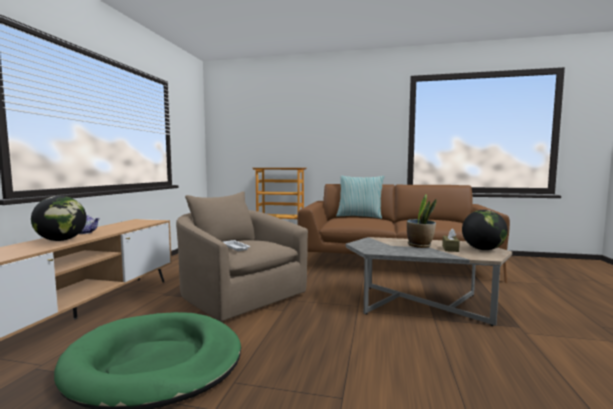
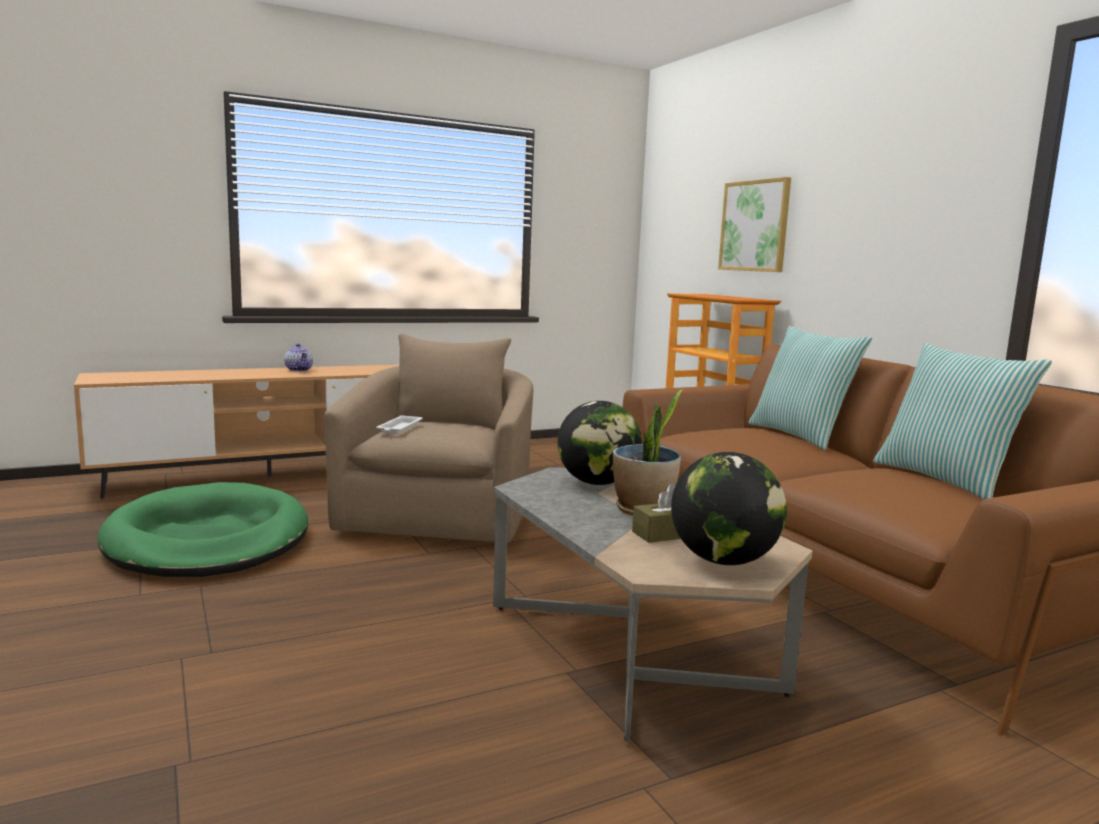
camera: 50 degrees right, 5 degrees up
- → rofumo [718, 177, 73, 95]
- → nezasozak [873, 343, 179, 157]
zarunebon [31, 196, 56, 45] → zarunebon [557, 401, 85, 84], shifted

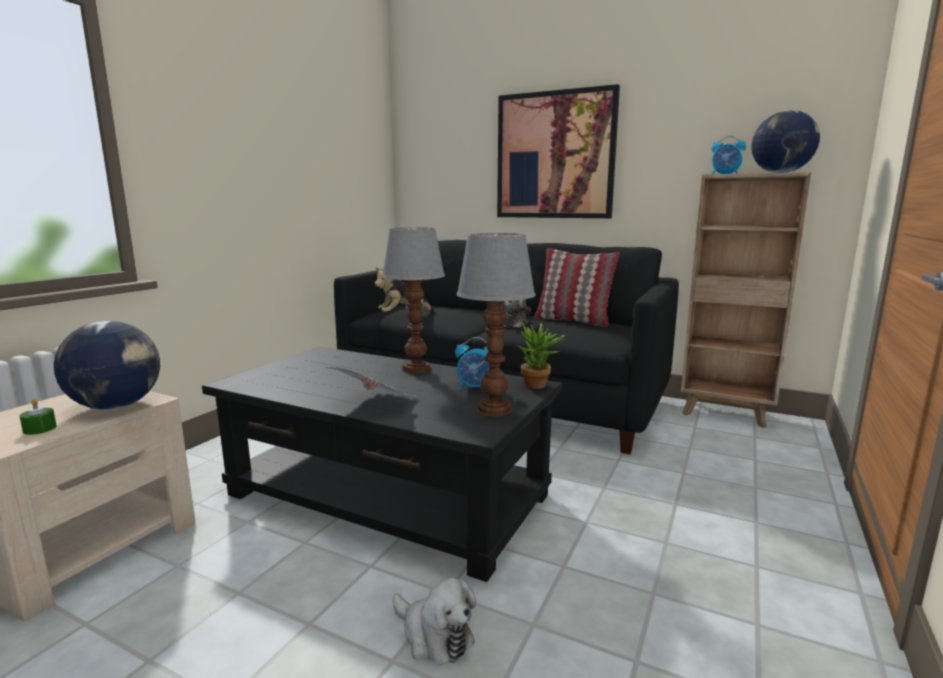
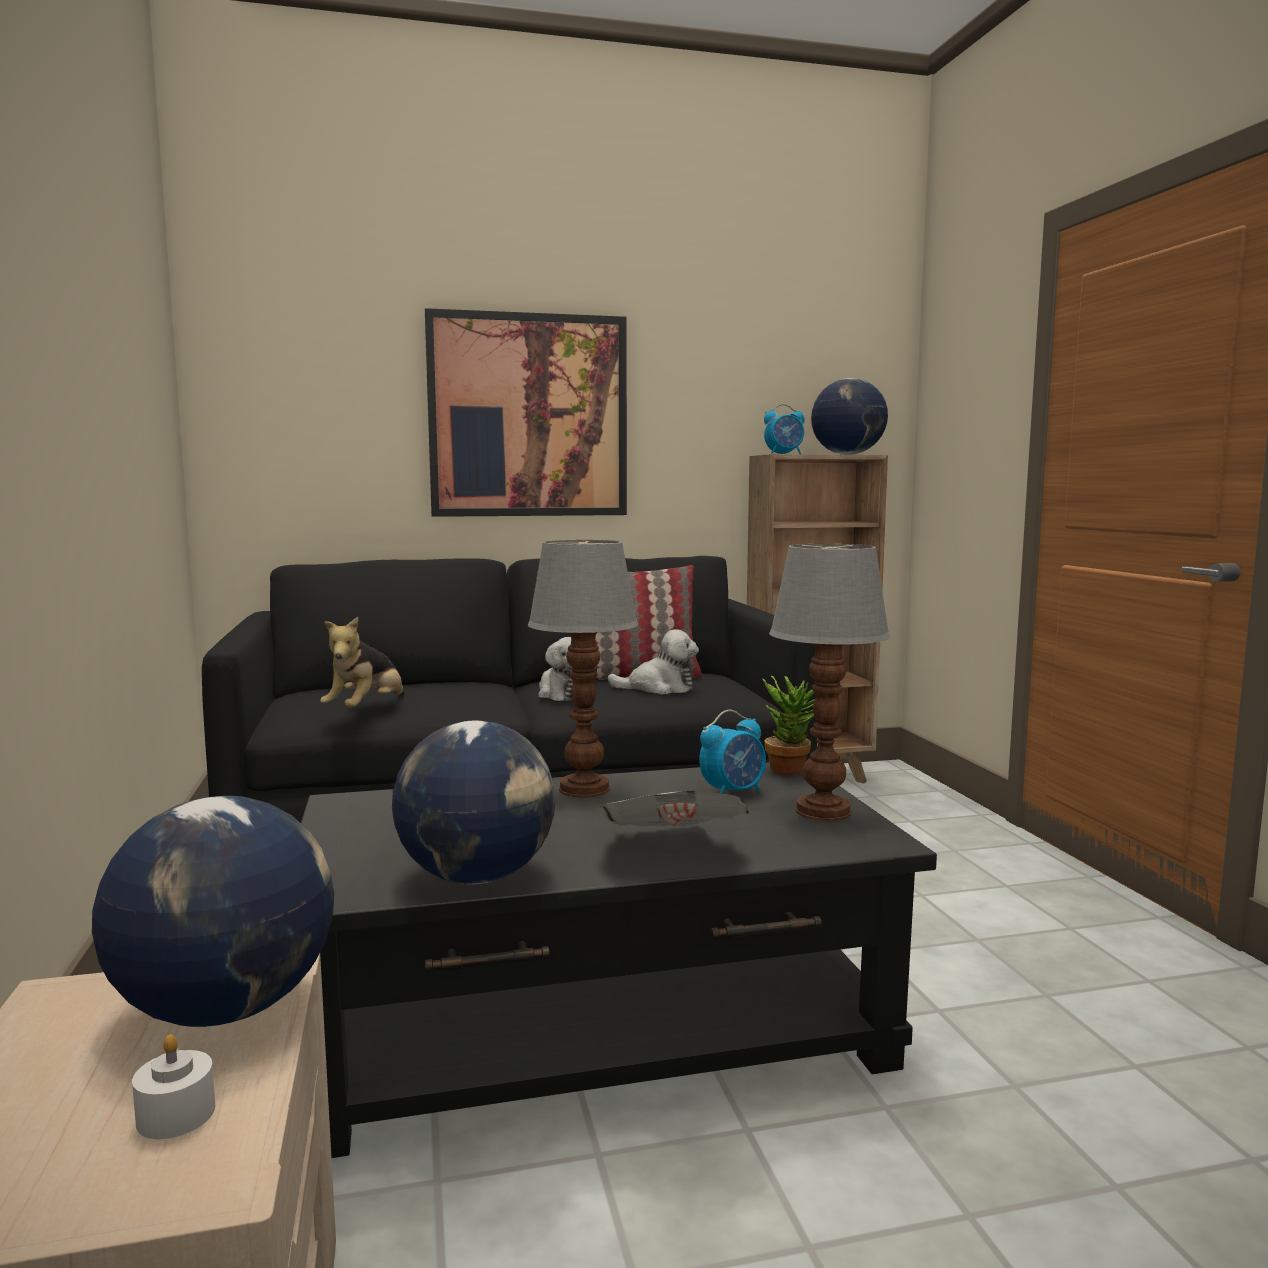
camera: 40 degrees left, 5 degrees down
- → zarunebon [392, 721, 164, 163]
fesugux [393, 577, 83, 87] → fesugux [607, 629, 92, 66], shifted
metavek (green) [19, 399, 38, 36] → metavek (white) [132, 1034, 83, 105]

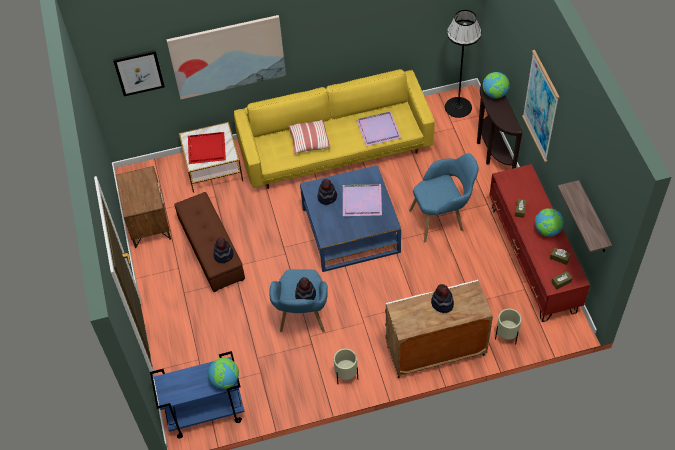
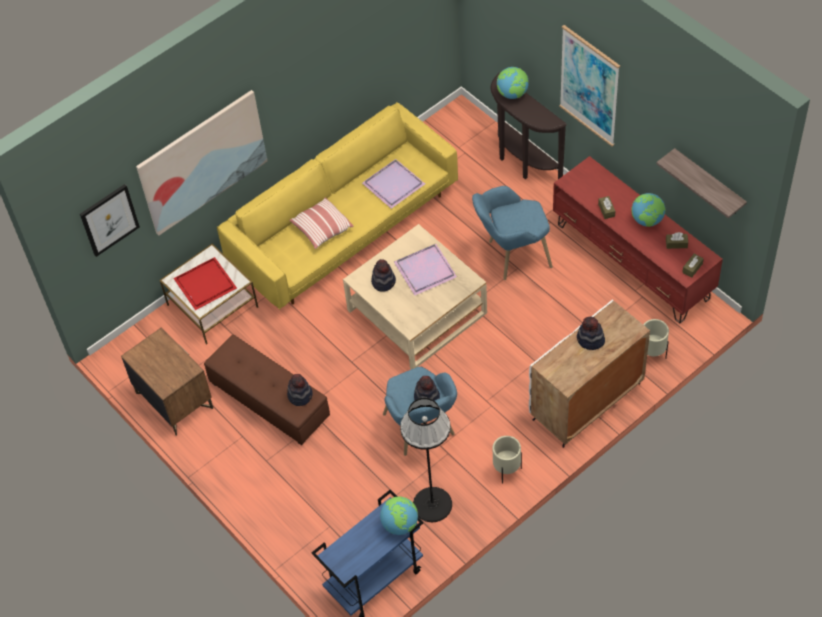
camera: 25 degrees left, 0 degrees up
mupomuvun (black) [445, 10, 37, 108] → mupomuvun (black) [400, 398, 52, 124], shifted
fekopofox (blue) [300, 165, 101, 107] → fekopofox (beige) [343, 224, 144, 145]
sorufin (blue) [409, 154, 70, 88] → sorufin (blue) [472, 186, 81, 94], 150 degrees counterclockwise

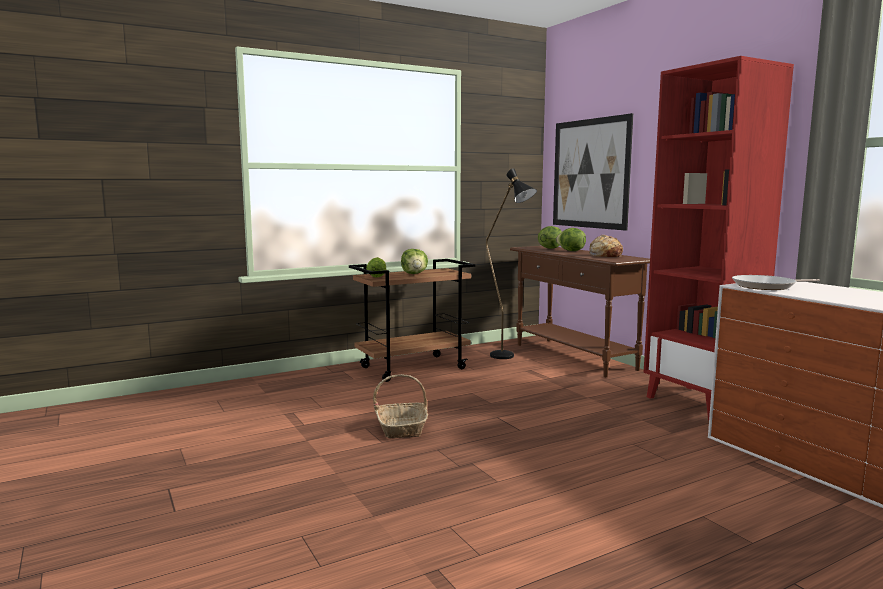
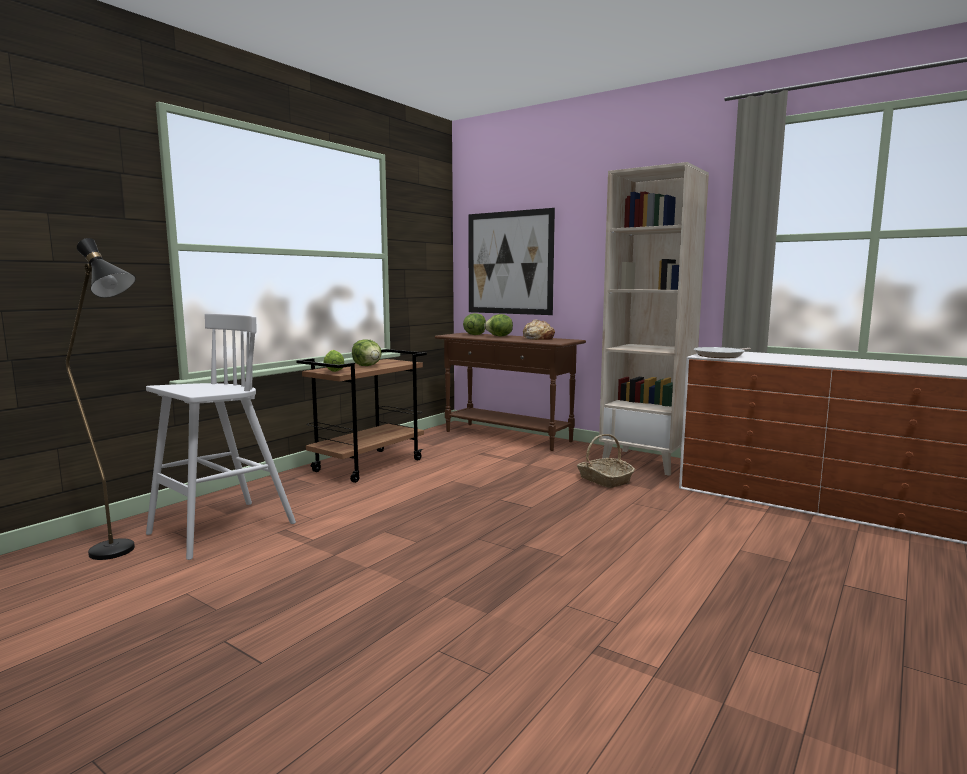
camera: 25 degrees left, 0 degrees up
- → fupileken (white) [146, 313, 150, 247]
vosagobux [373, 374, 55, 64] → vosagobux [577, 434, 58, 54], shifted
mupomuvun (black) [486, 168, 51, 191] → mupomuvun (black) [66, 238, 70, 322], shifted
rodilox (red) [644, 56, 150, 364] → rodilox (beige) [599, 162, 110, 314]

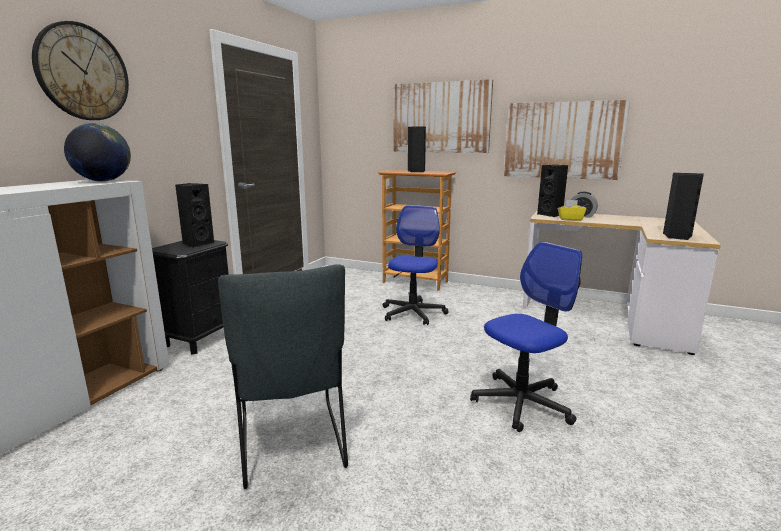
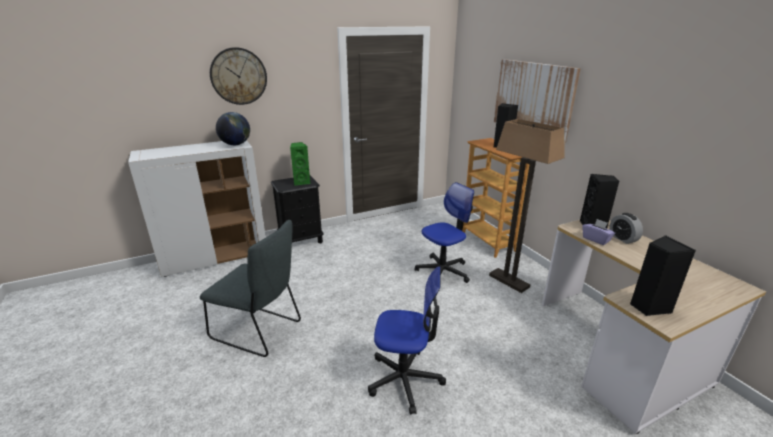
camera: 40 degrees right, 10 degrees up
rofumo [504, 100, 126, 80] → -
- → mupomuvun [489, 119, 76, 174]
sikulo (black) [175, 183, 39, 65] → sikulo (green) [290, 142, 21, 44]
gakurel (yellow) [558, 200, 28, 21] → gakurel (purple) [583, 219, 32, 26]
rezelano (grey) [218, 264, 130, 225] → rezelano (grey) [200, 220, 101, 137], 90 degrees counterclockwise

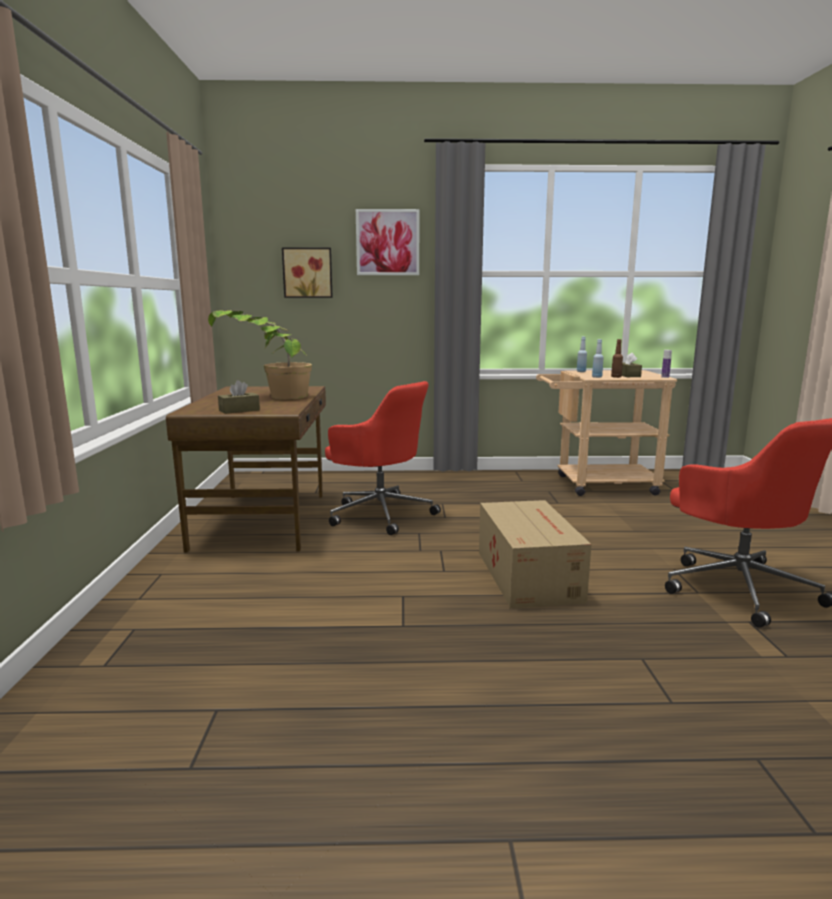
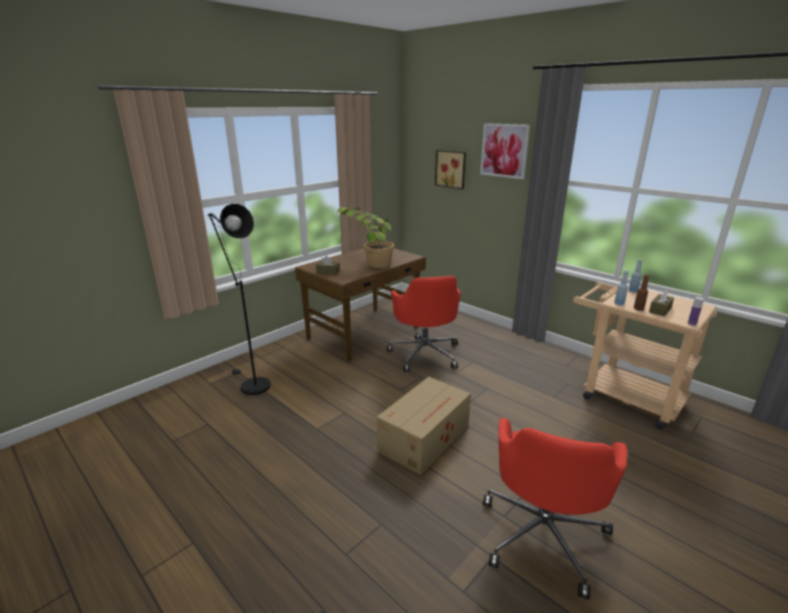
camera: 45 degrees right, 10 degrees up
- → mupomuvun (black) [208, 204, 63, 191]

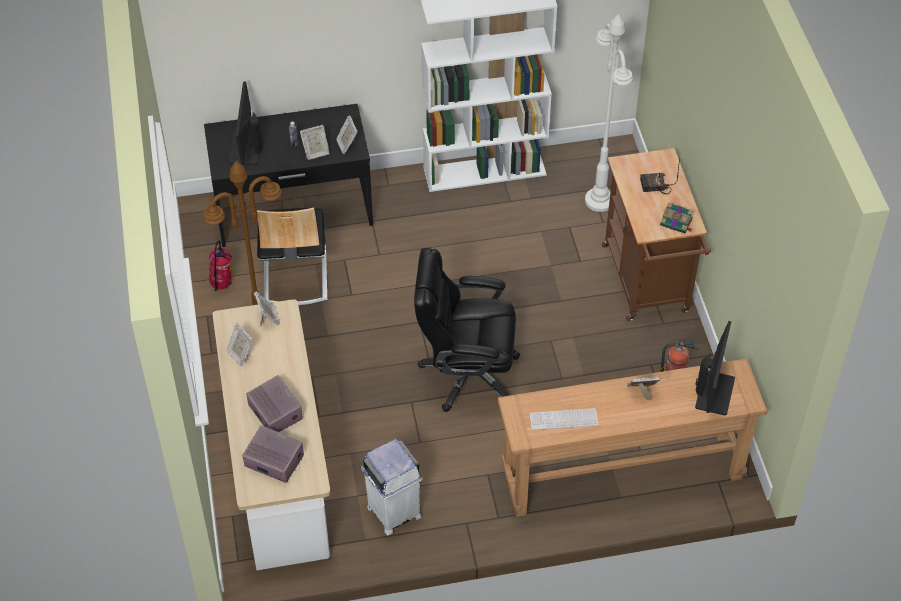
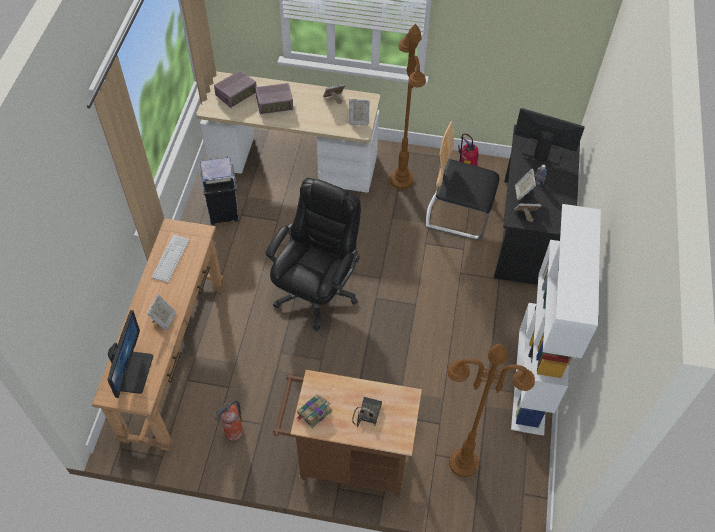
camera: 110 degrees right, 5 degrees up
mupomuvun (white) [585, 14, 48, 198] → mupomuvun (brown) [447, 344, 88, 133]
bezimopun [695, 321, 40, 94] → bezimopun [108, 310, 45, 88], 120 degrees counterclockwise

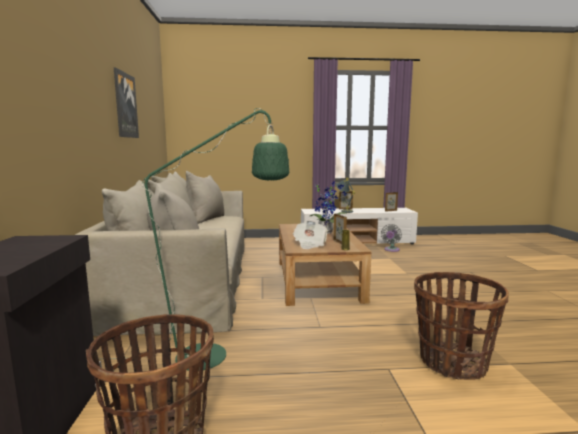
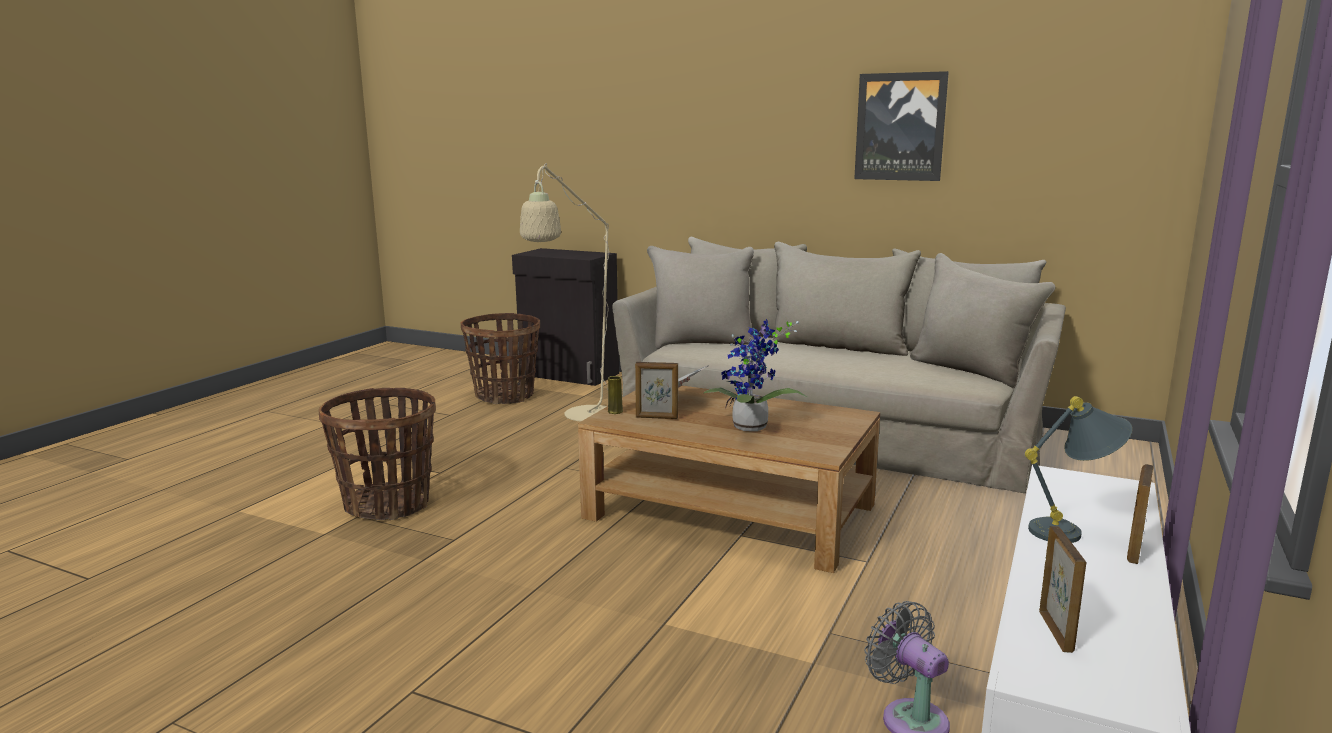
camera: 120 degrees right, 5 degrees up
mupomuvun (green) [110, 108, 179, 262] → mupomuvun (beige) [520, 163, 103, 258]

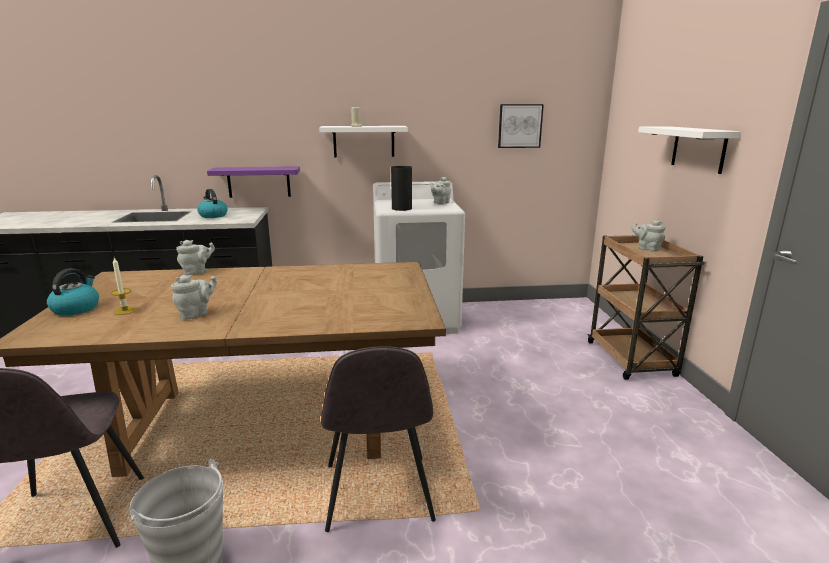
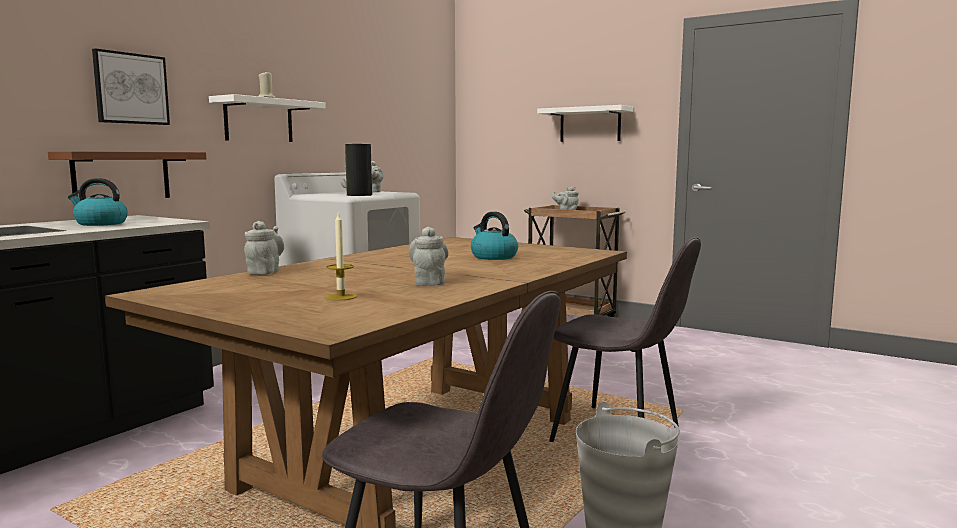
camera: 50 degrees left, 10 degrees down
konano [47, 268, 52, 48] → konano [471, 212, 47, 48], shifted
rofumo [498, 104, 46, 44] → rofumo [92, 48, 78, 77], shifted
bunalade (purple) [207, 166, 93, 32] → bunalade (brown) [48, 151, 158, 47]

